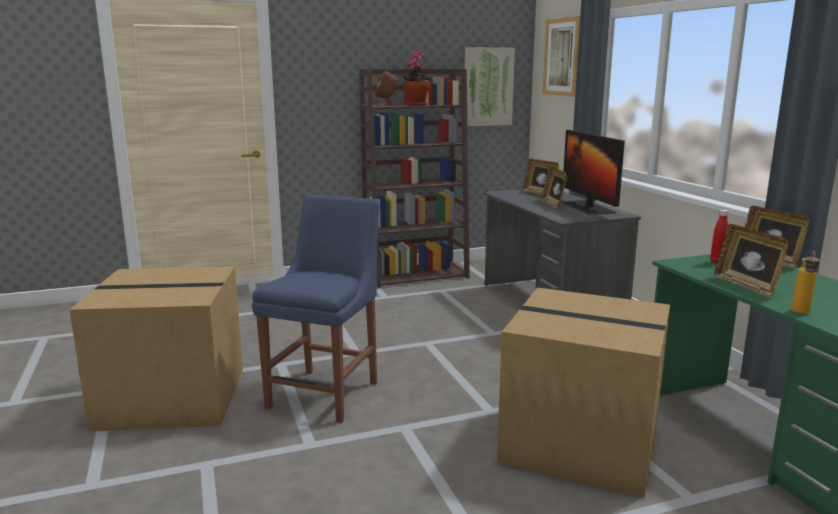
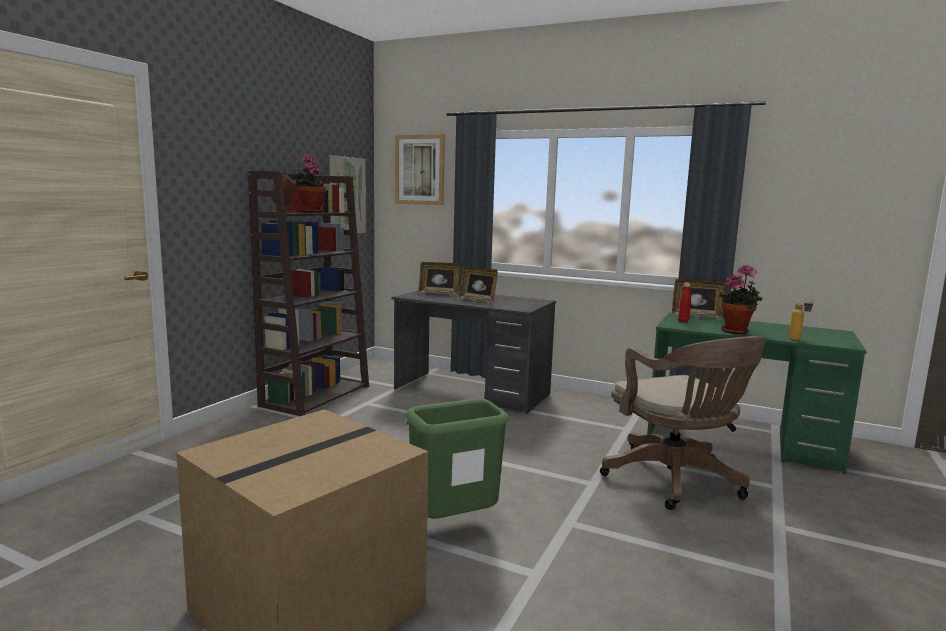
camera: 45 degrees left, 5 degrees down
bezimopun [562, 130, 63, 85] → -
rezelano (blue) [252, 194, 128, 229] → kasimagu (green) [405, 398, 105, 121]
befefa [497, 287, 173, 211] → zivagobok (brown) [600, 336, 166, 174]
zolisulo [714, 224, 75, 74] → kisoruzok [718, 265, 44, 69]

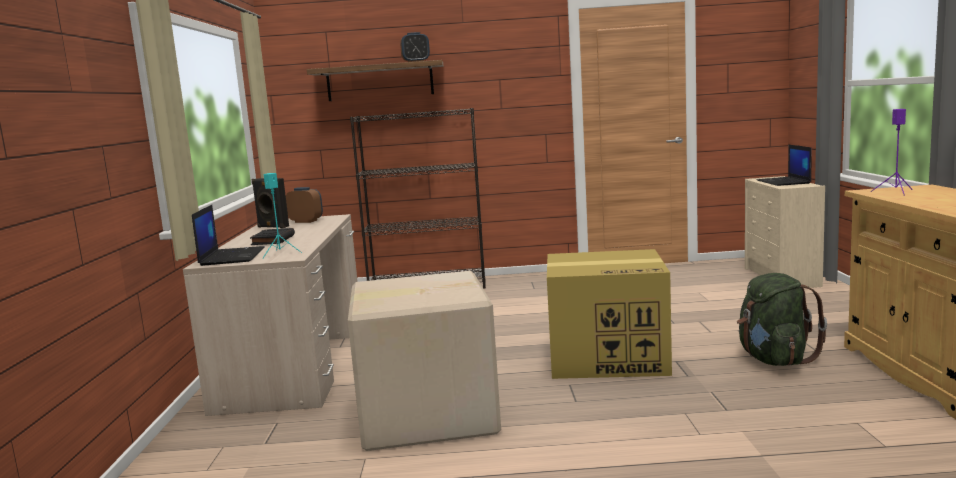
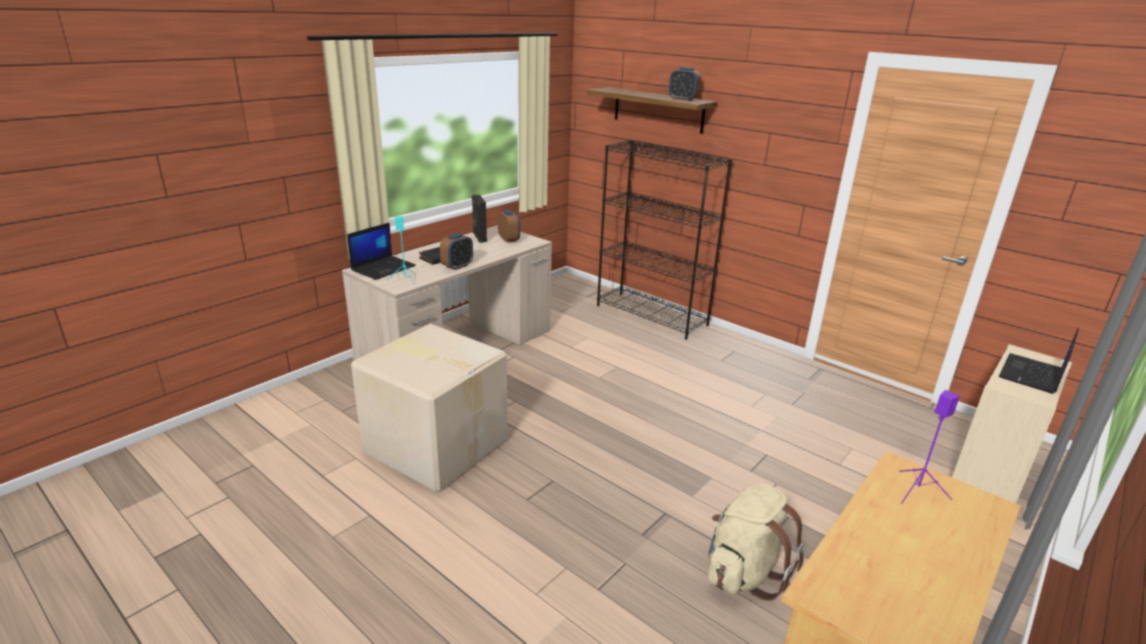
camera: 40 degrees right, 15 degrees up
befefa [547, 249, 125, 130] → -
- → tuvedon [440, 233, 33, 37]
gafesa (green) [737, 273, 90, 93] → gafesa (beige) [708, 483, 96, 118]

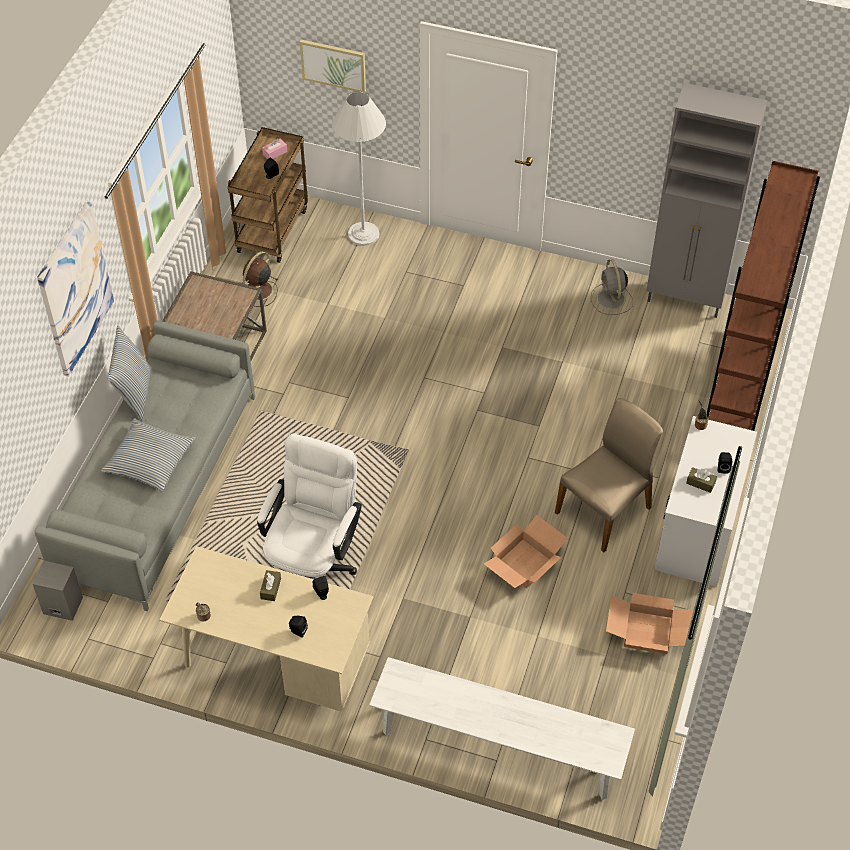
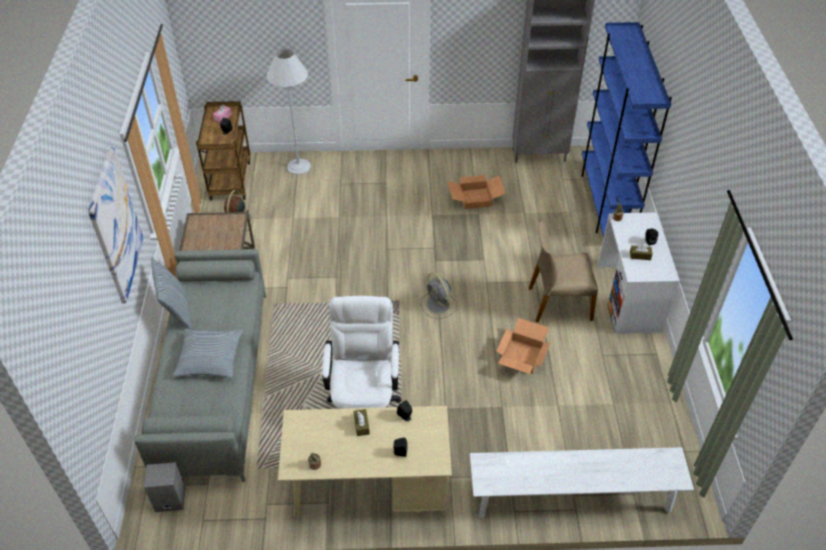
camera: 20 degrees left, 5 degrees down
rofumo [300, 40, 66, 52] → -
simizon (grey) [591, 259, 42, 56] → simizon (grey) [420, 272, 37, 47], shifted
befefa [606, 593, 88, 61] → befefa [448, 175, 58, 34], shifted
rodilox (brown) [707, 161, 113, 270] → rodilox (blue) [581, 22, 91, 216]
rezelano (beige) [555, 398, 108, 154] → rezelano (beige) [529, 220, 69, 102], 120 degrees counterclockwise

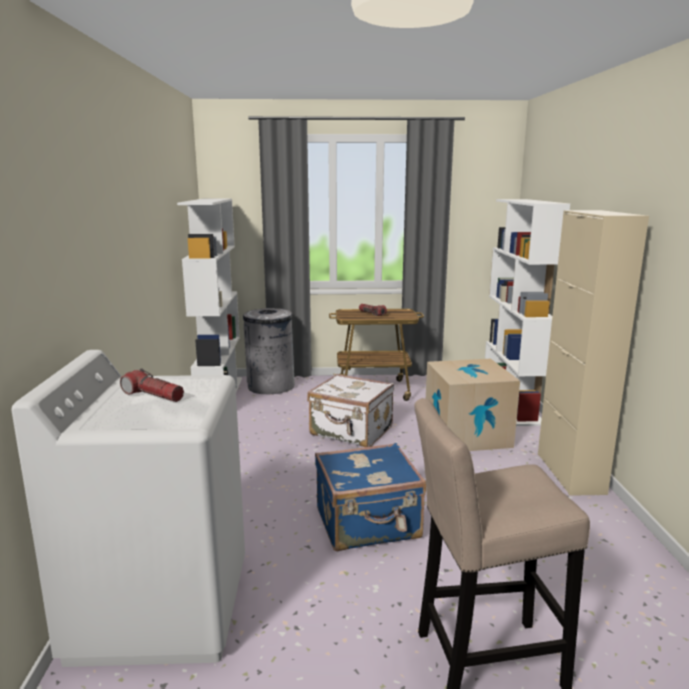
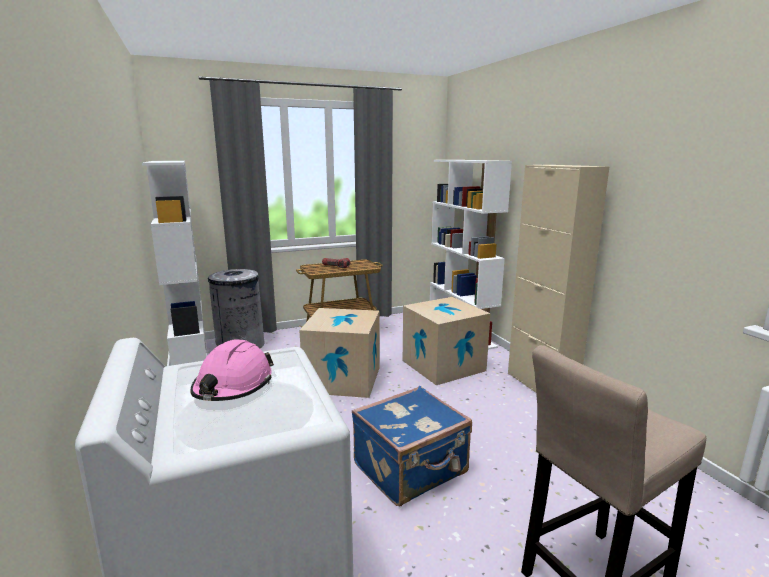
camera: 20 degrees left, 0 degrees up
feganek [120, 368, 64, 34] → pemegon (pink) [190, 339, 84, 62]
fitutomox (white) [307, 374, 87, 73] → befefa [299, 308, 81, 90]

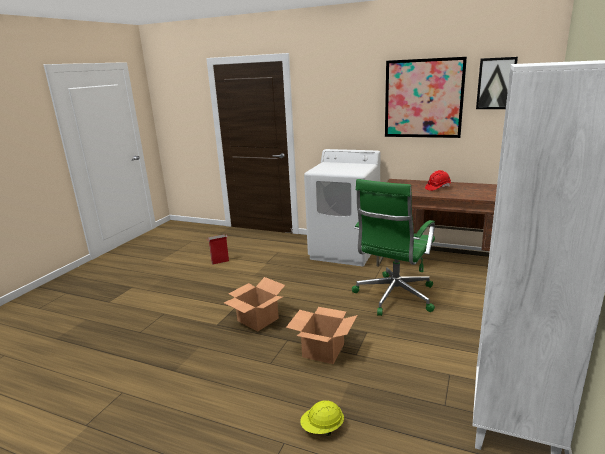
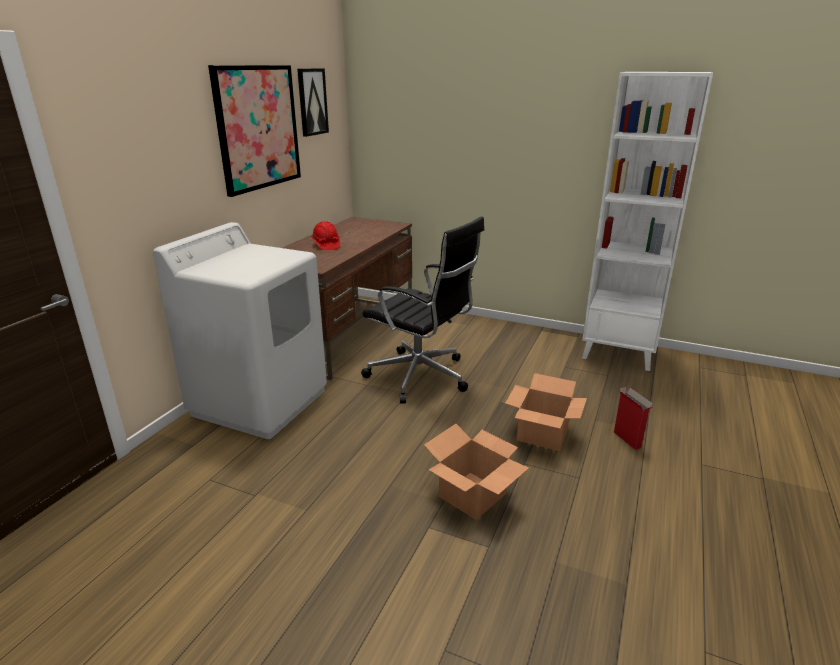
camera: 90 degrees left, 5 degrees up
pemegon (yellow) [300, 400, 44, 36] → -
befefa [207, 234, 22, 31] → befefa [614, 387, 40, 63], shifted
zivagobok (green) [352, 179, 83, 137] → zivagobok (black) [361, 216, 123, 188]

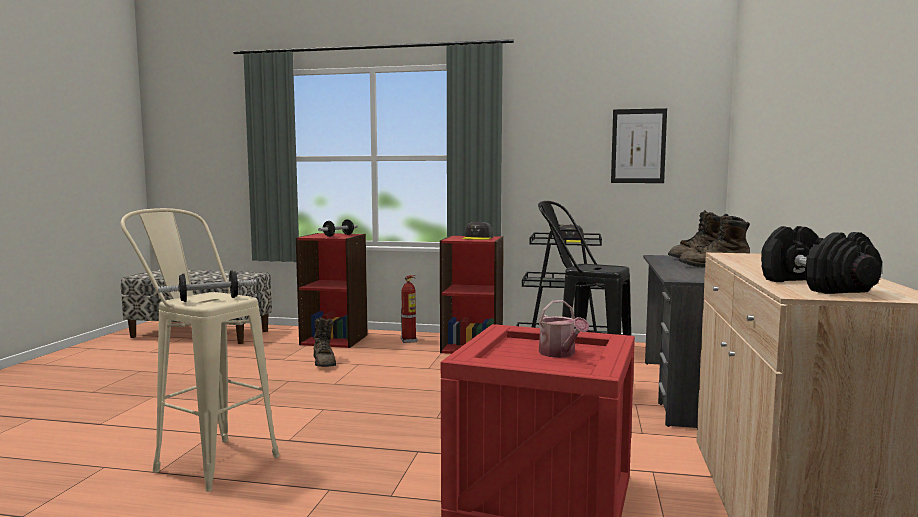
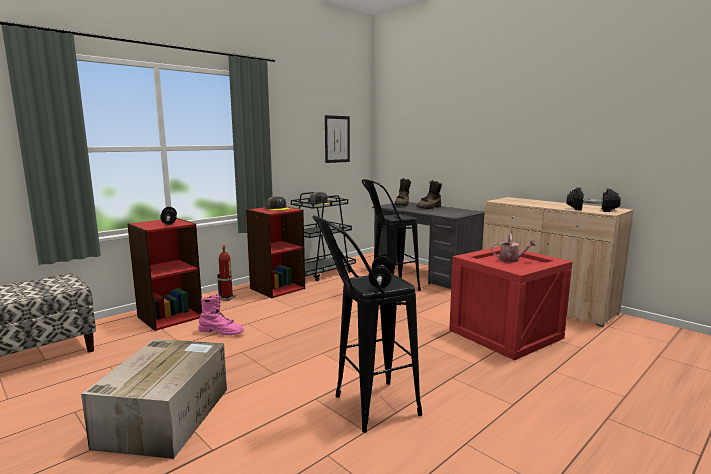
camera: 55 degrees left, 5 degrees up
- → befefa [81, 339, 146, 120]
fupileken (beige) [121, 208, 158, 284] → fupileken (black) [312, 215, 110, 218]
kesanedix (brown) [314, 318, 22, 49] → kesanedix (pink) [198, 294, 46, 41]

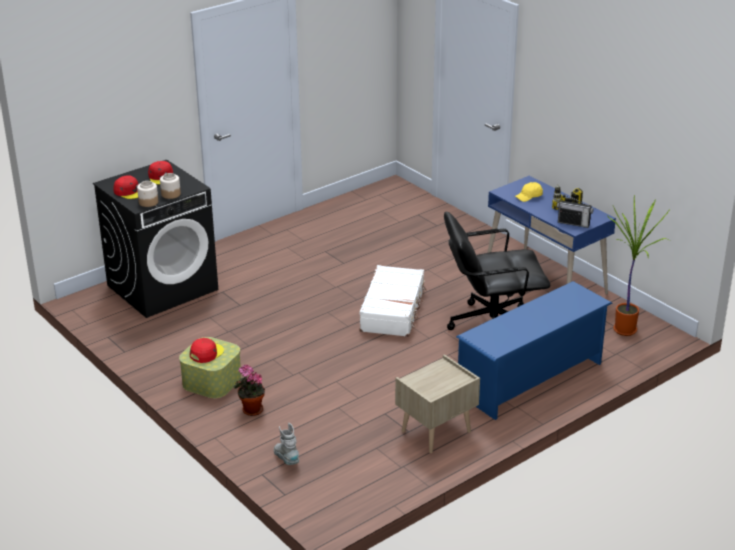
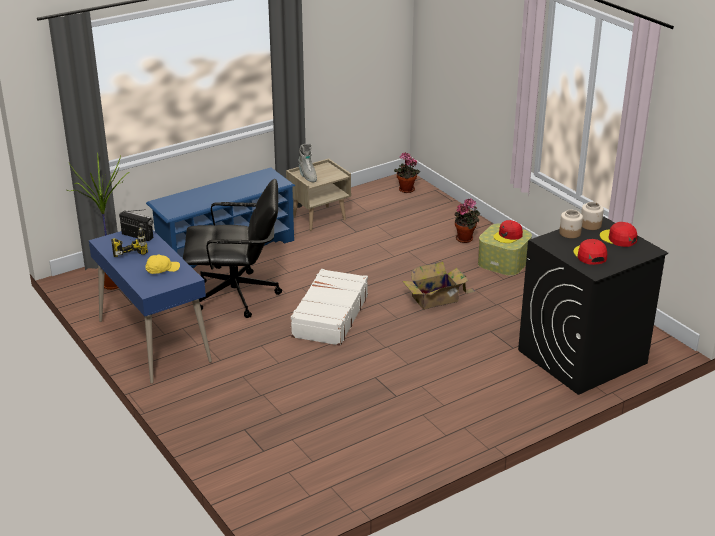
camera: 175 degrees left, 0 degrees up
- → kisoruzok [394, 152, 27, 41]
- → befefa [402, 261, 74, 49]
kesanedix (grey) [274, 423, 25, 42] → kesanedix (grey) [298, 144, 19, 38], shifted

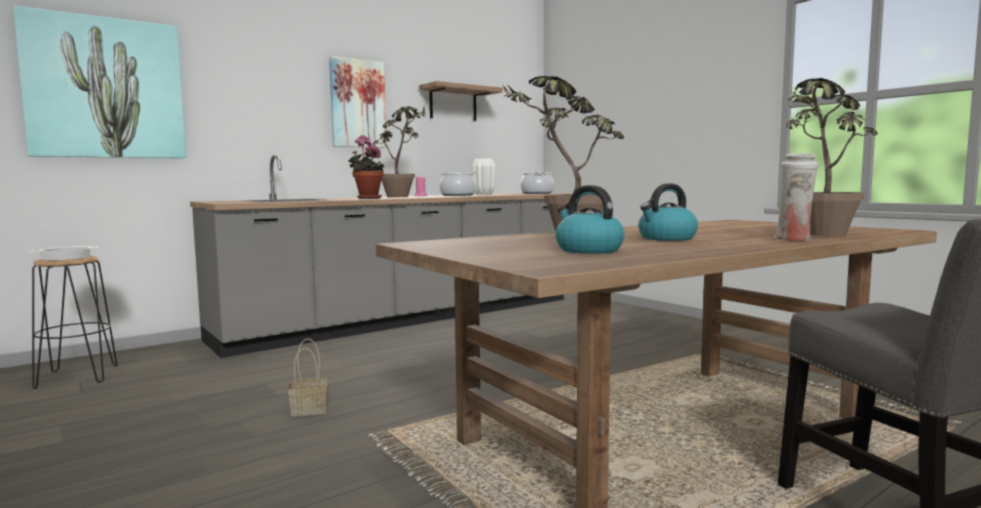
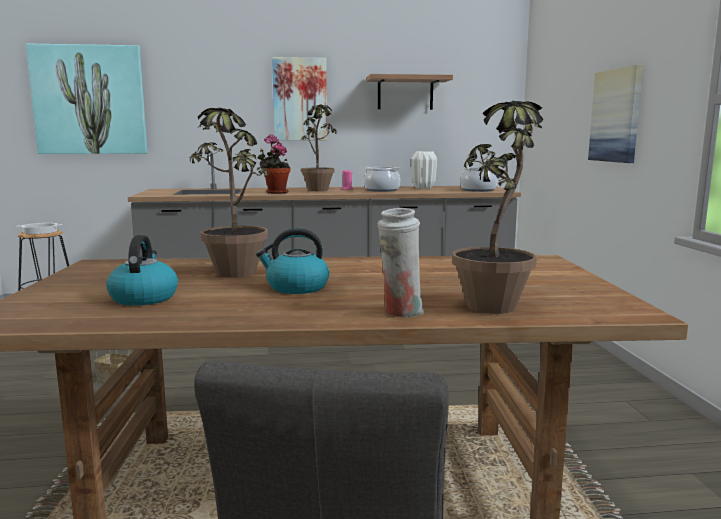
camera: 30 degrees right, 5 degrees up
- → rofumo [588, 65, 55, 98]

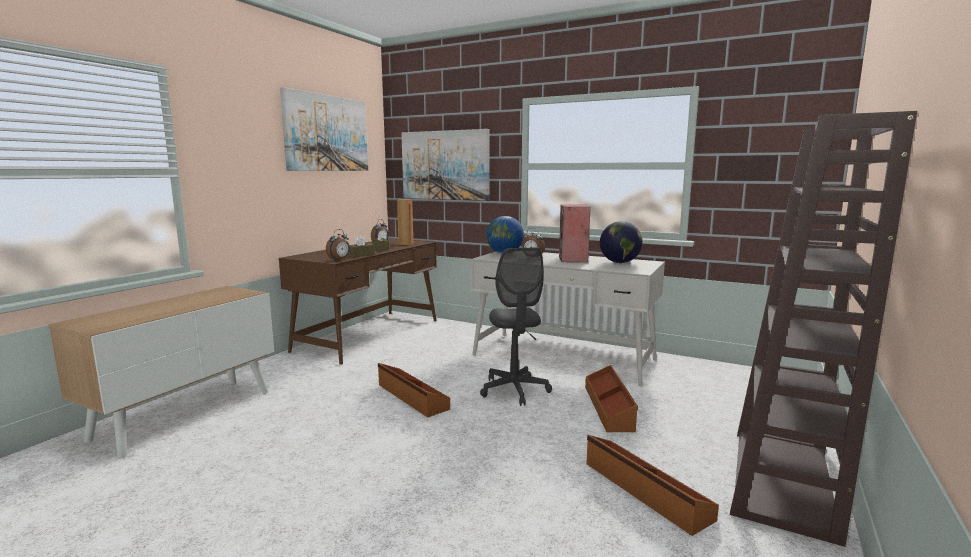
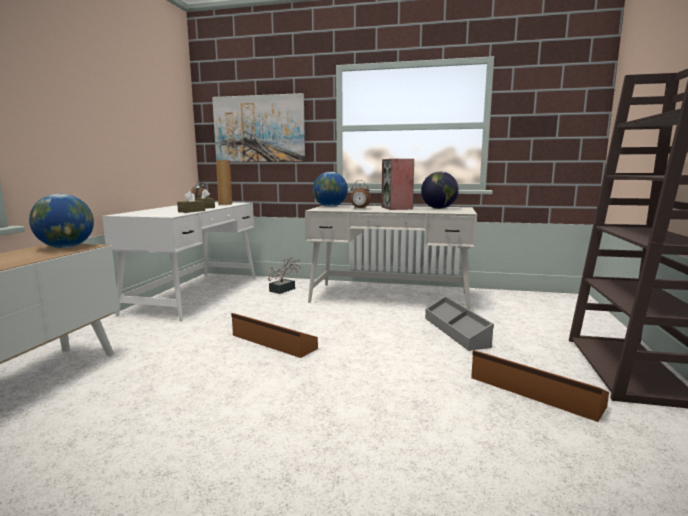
camera: 15 degrees left, 0 degrees up
rofumo [280, 87, 88, 84] → -
tuvedon [326, 229, 24, 31] → -
zivagobok (grey) [480, 247, 72, 159] → -
- → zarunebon [29, 194, 65, 54]
- → kisoruzok [268, 257, 33, 37]
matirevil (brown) [279, 239, 158, 126] → matirevil (white) [102, 202, 153, 120]
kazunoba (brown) [585, 365, 53, 67] → kazunoba (grey) [425, 297, 69, 54]

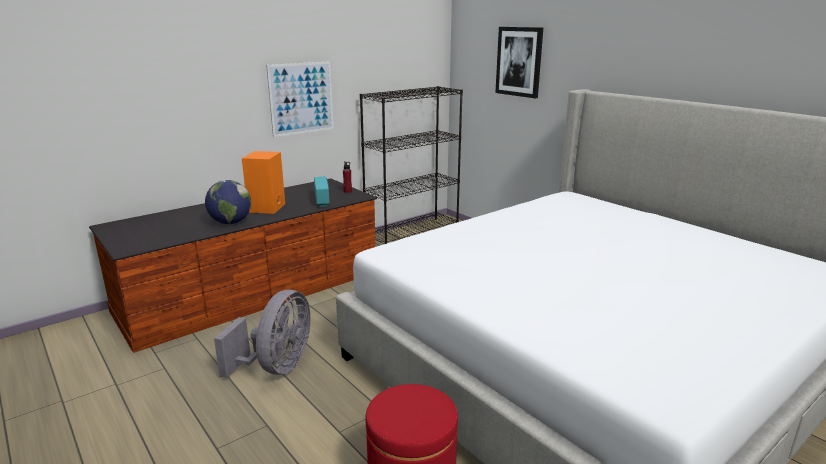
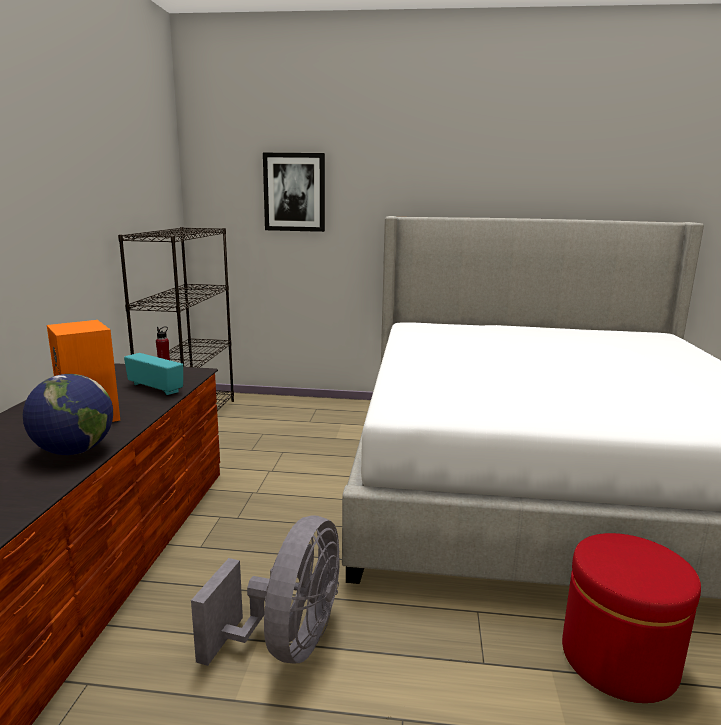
camera: 45 degrees left, 5 degrees down
rofumo [266, 61, 68, 76] → -
simizon (grey) [214, 290, 97, 88] → simizon (grey) [191, 516, 149, 150], 45 degrees clockwise

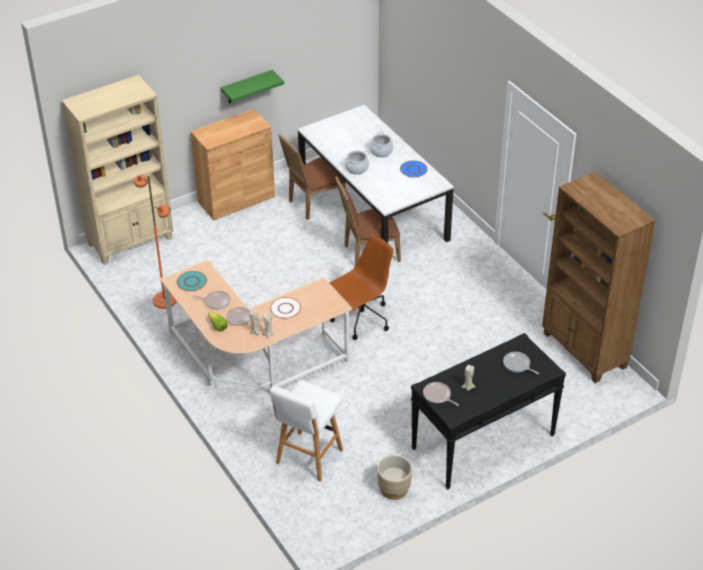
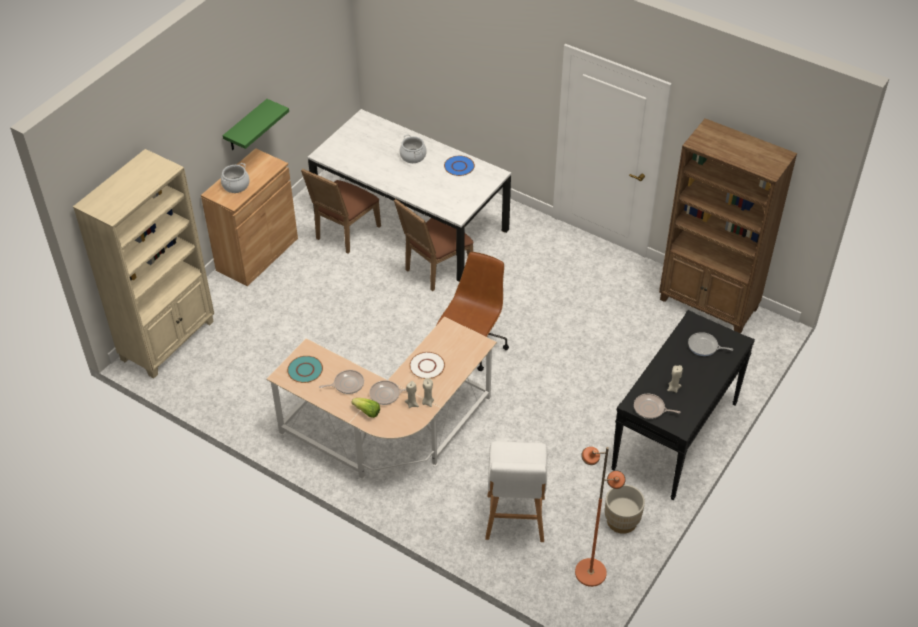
camera: 25 degrees left, 5 degrees up
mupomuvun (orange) [134, 175, 42, 134] → mupomuvun (orange) [575, 447, 51, 140], shifted
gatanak [345, 150, 24, 24] → gatanak [221, 163, 29, 30], shifted

